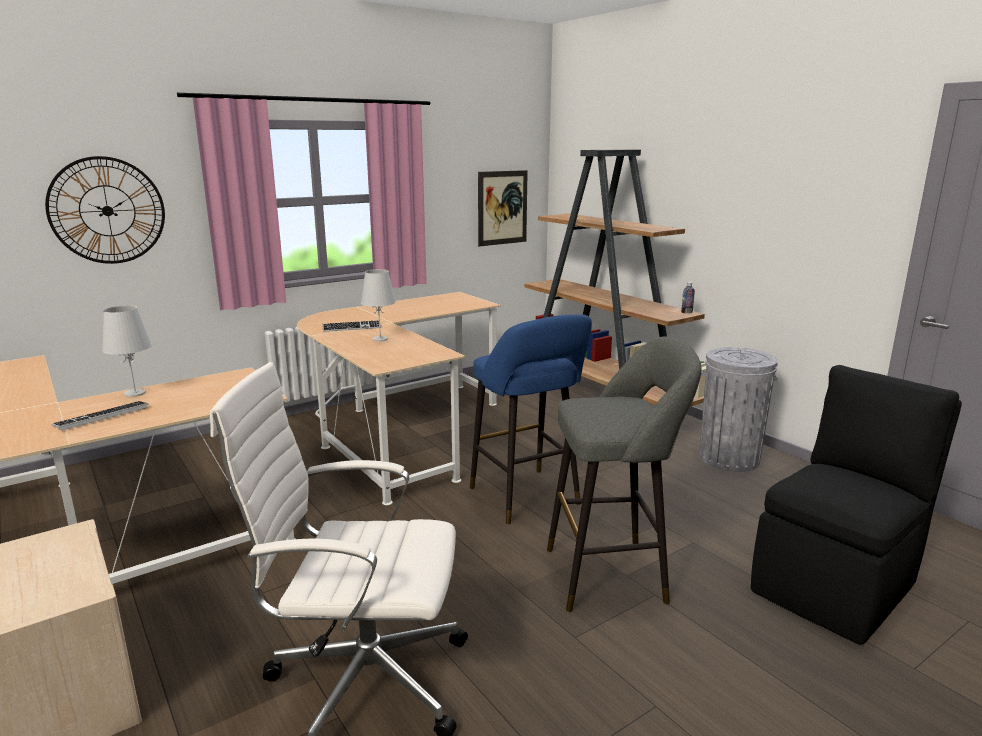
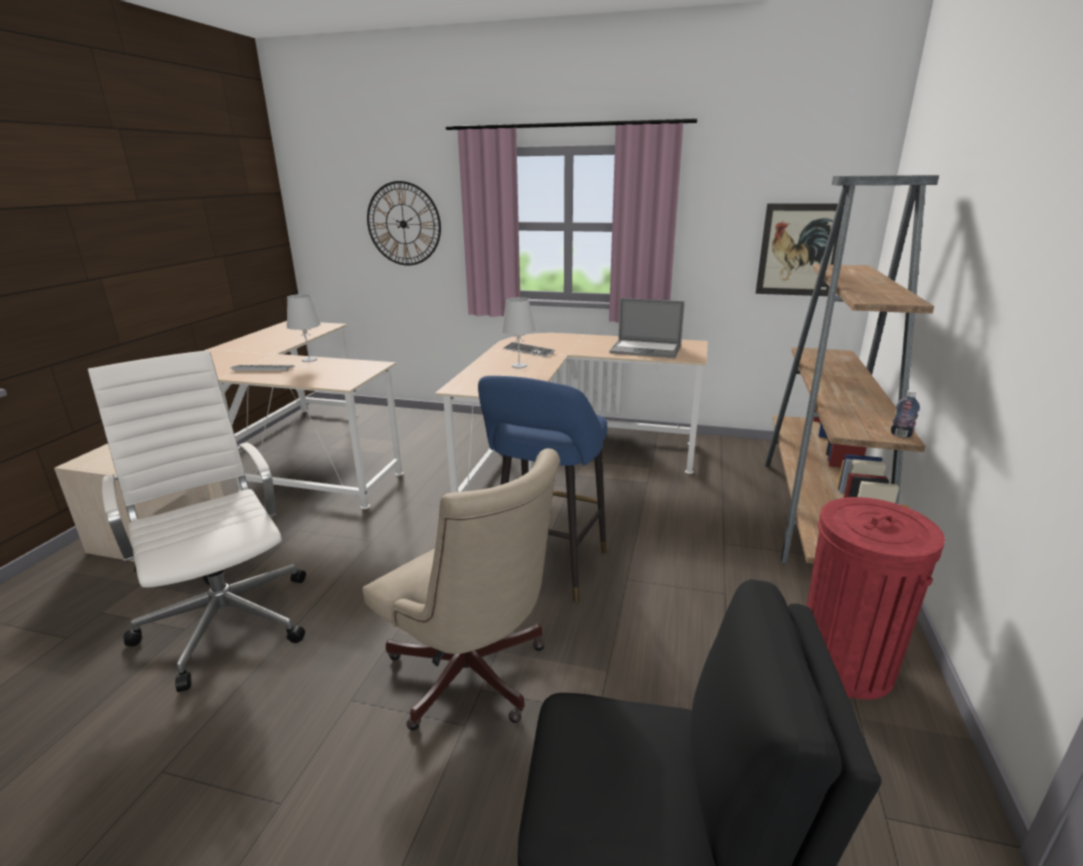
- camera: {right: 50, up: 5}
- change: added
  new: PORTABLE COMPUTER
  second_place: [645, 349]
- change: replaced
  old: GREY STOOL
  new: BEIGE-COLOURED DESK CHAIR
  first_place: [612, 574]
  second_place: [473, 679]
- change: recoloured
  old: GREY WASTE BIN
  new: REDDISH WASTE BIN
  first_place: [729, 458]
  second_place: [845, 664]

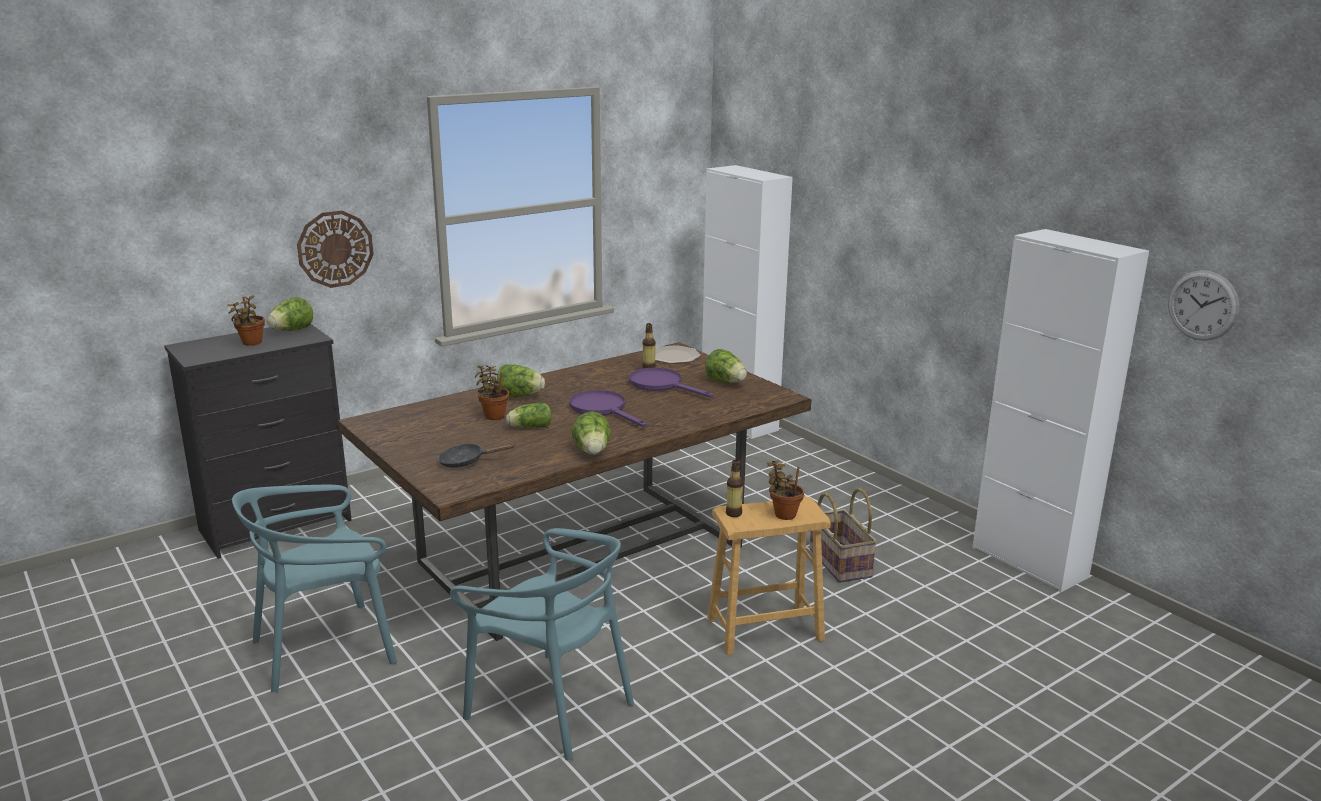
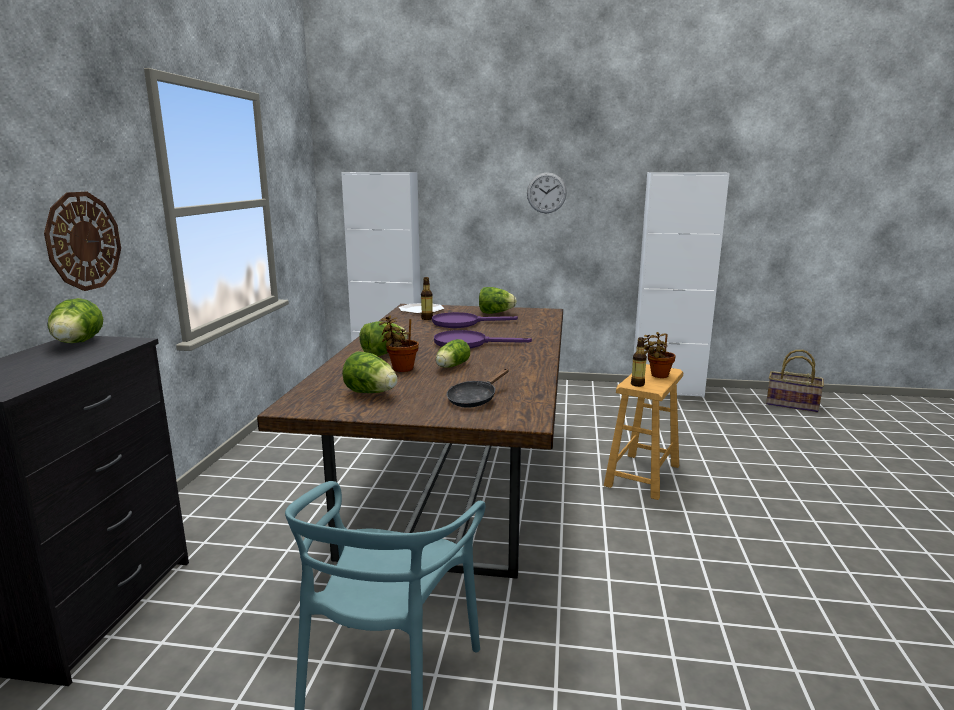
- camera: {right: -45, up: -5}
- change: removed
  old: HOUSEPLANT
  first_place: [251, 343]
- change: removed
  old: TURQUOISE PLAIN CHAIR
  first_place: [551, 707]
- change: moved
  old: HEAD OF LETTUCE
  first_place: [592, 452]
  second_place: [371, 393]
- change: moved
  old: HOUSEHOLD BASKET
  first_place: [838, 563]
  second_place: [791, 404]
- change: moved
  old: WALL CLOCK
  first_place: [1202, 305]
  second_place: [546, 193]

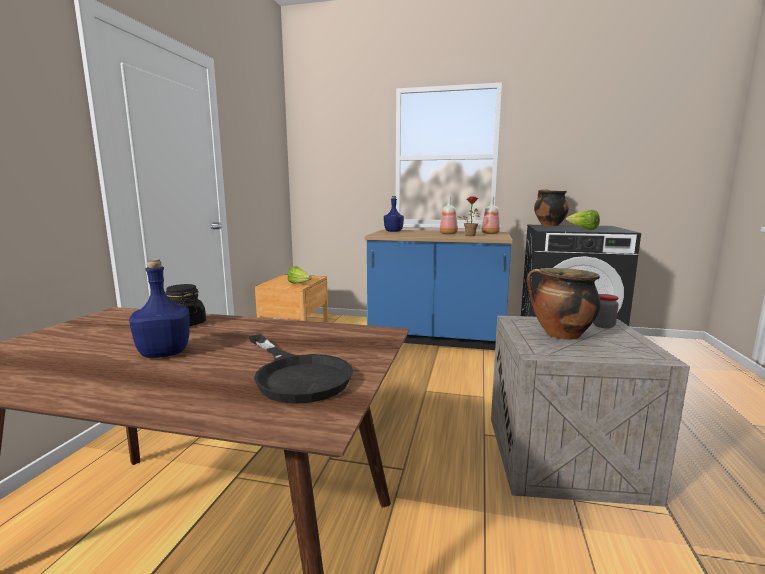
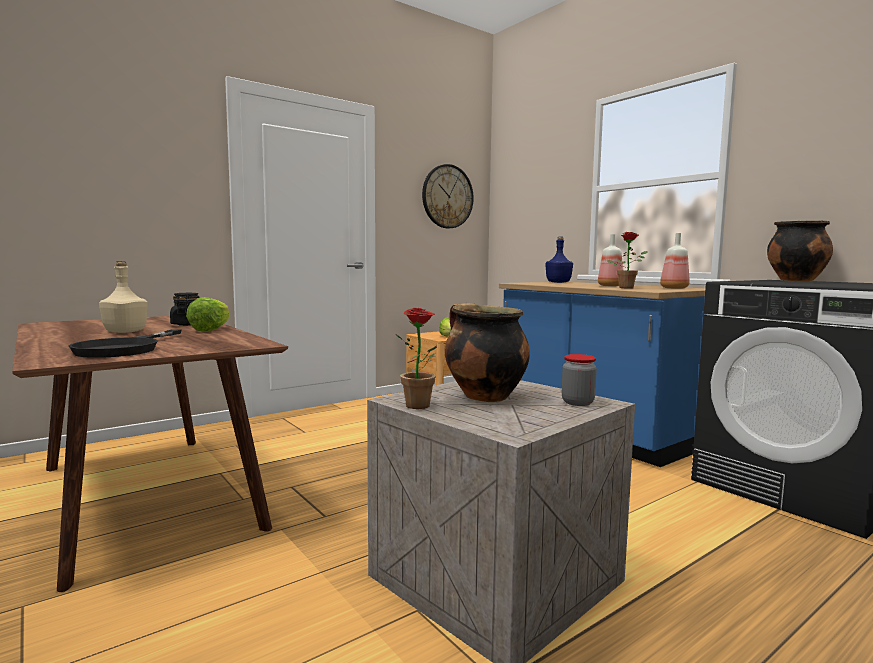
- camera: {right: 40, up: -5}
- change: added
  new: HOUSEPLANT
  second_place: [421, 407]
- change: added
  new: WALL CLOCK
  second_place: [447, 196]
- change: moved
  old: HEAD OF LETTUCE
  first_place: [583, 229]
  second_place: [211, 329]
- change: recoloured
  old: BLUE-COLOURED BEVERAGE BOTTLE
  new: BEIGE-COLOURED BEVERAGE BOTTLE
  first_place: [166, 353]
  second_place: [126, 332]

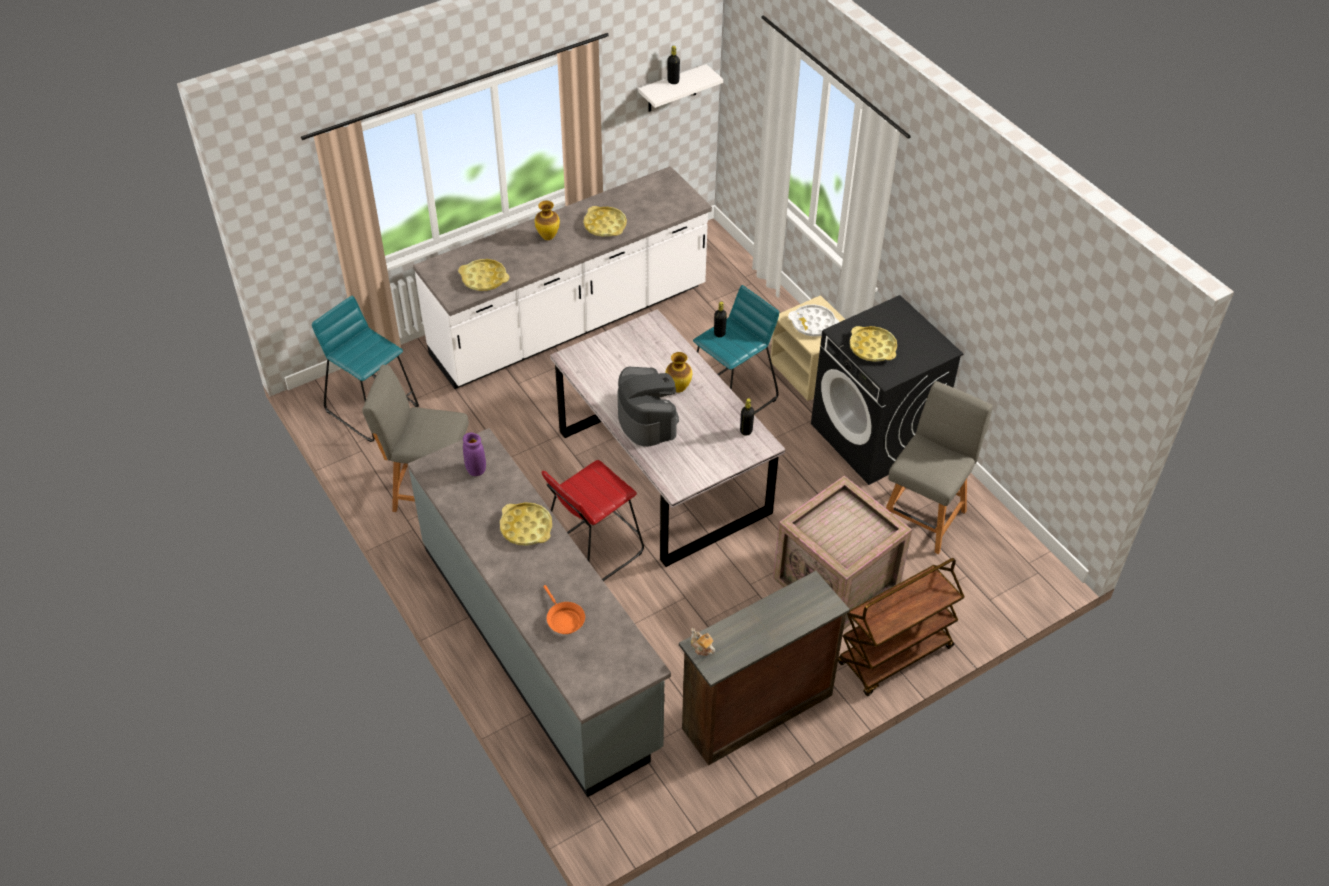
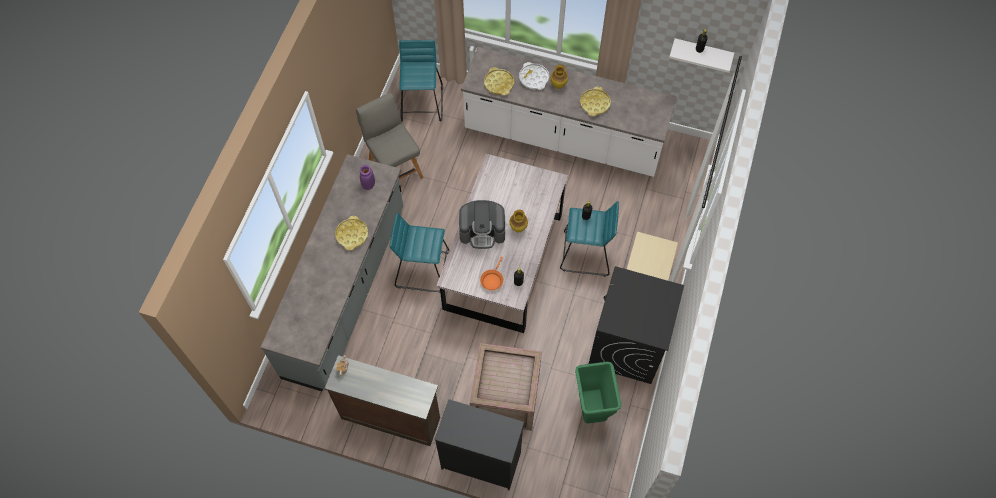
- camera: {right: 50, up: 15}
- change: removed
  old: YELLOW-COLOURED SERVING TRAY
  first_place: [872, 348]
- change: moved
  old: ORANGE-COLOURED FRYING PAN
  first_place: [564, 619]
  second_place: [492, 279]
- change: moved
  old: WHITISH SERVING TRAY
  first_place: [813, 324]
  second_place: [533, 78]
- change: replaced
  old: BROWN-COLOURED WHEELED CART
  new: BLACKISH DRESSER
  first_place: [895, 656]
  second_place: [481, 460]
- change: replaced
  old: GREY PLAIN CHAIR
  new: GREEN WASTE BIN
  first_place: [924, 516]
  second_place: [592, 409]
- change: recoloured
  old: REDDISH STOOL
  new: TURQUOISE STOOL
  first_place: [592, 550]
  second_place: [422, 269]
- change: turned
  old: COFFEE MAKER
  first_place: [647, 419]
  second_place: [482, 231]
  degrees: 60

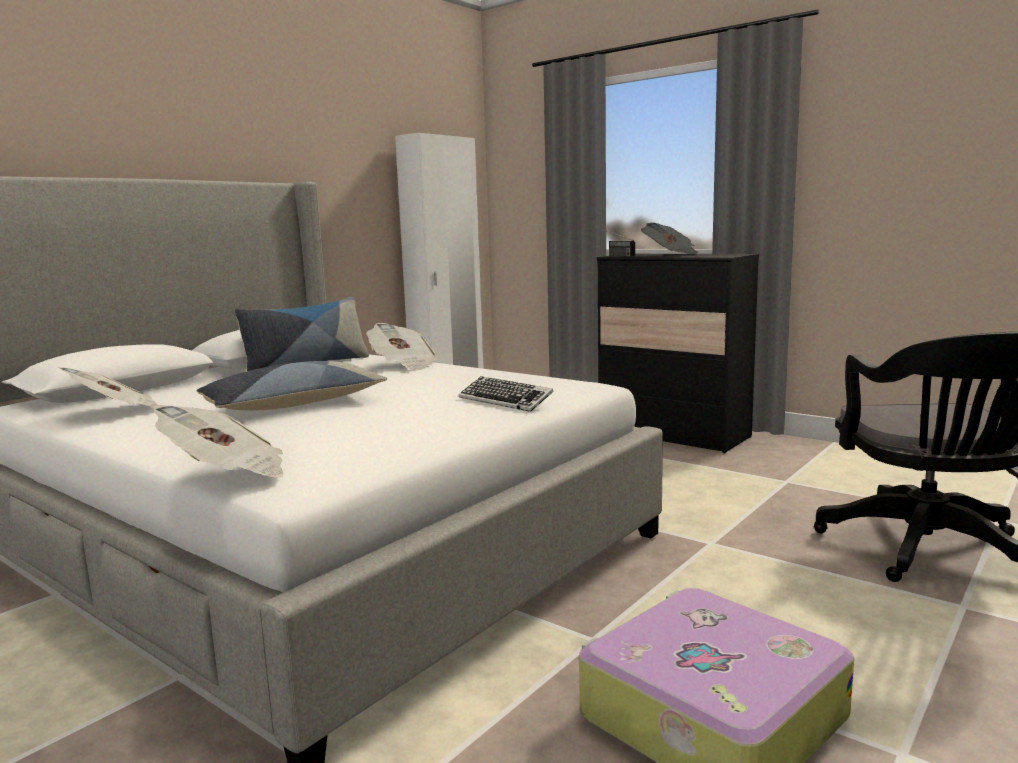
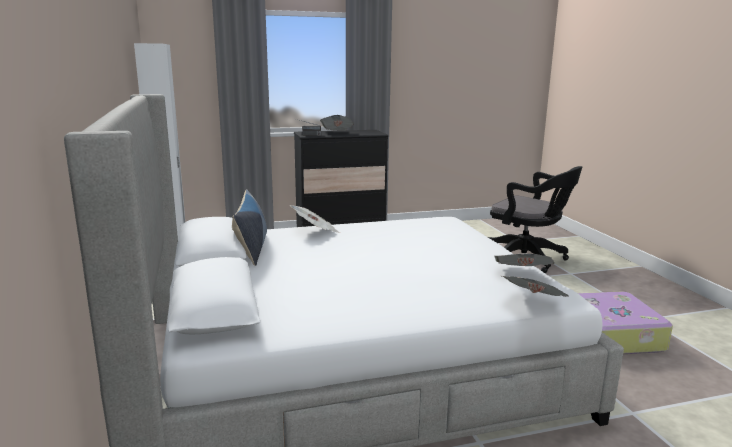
- camera: {right: -55, up: 5}
- change: removed
  old: THROW PILLOW
  first_place: [294, 404]
- change: removed
  old: PC KEYBOARD
  first_place: [505, 401]
- change: moved
  old: PRINTED PAPER
  first_place: [118, 412]
  second_place: [522, 275]

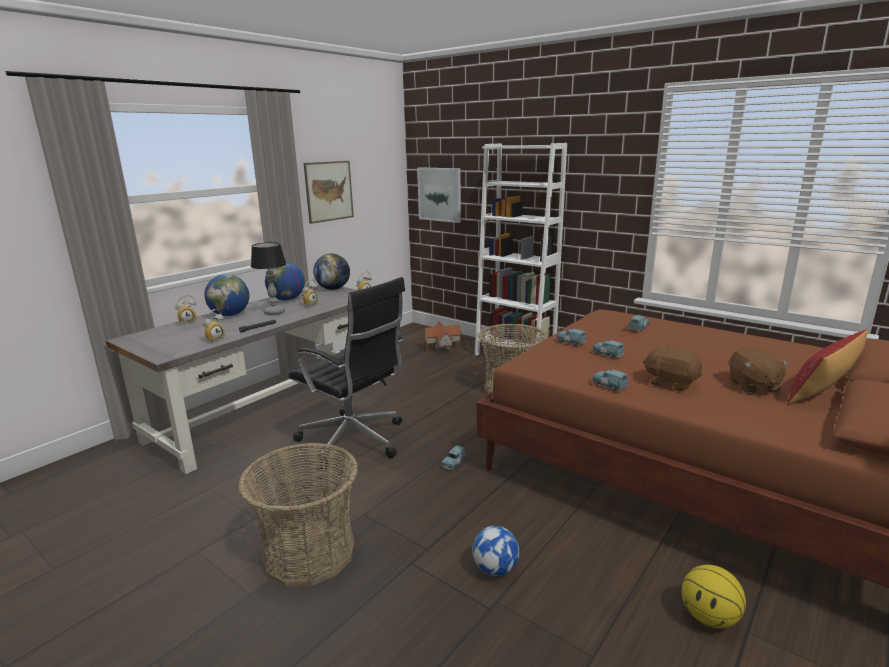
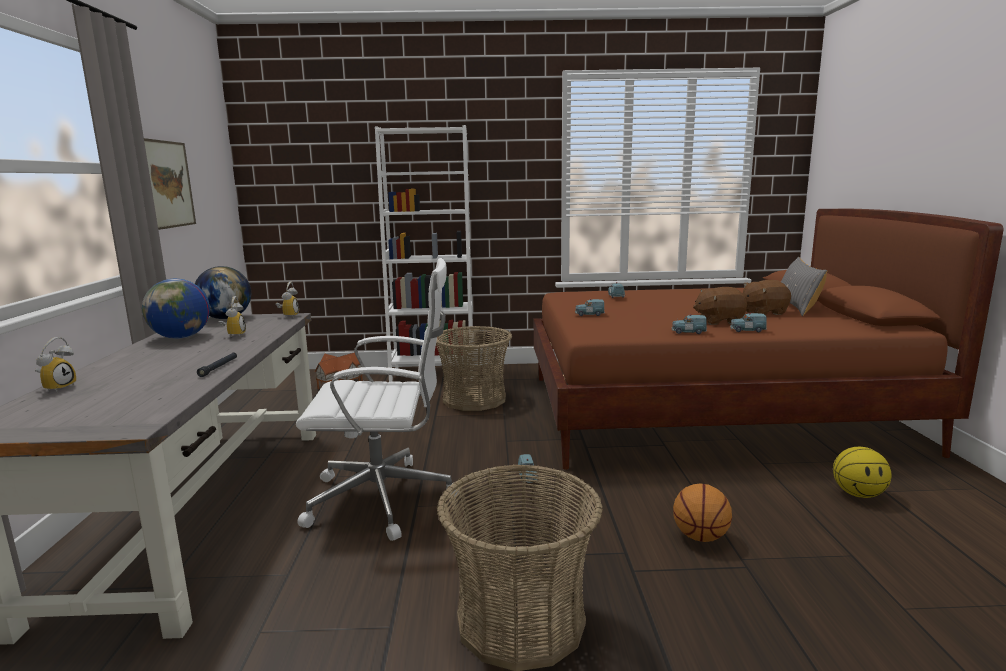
- camera: {right: -40, up: -5}
- change: removed
  old: ALARM CLOCK
  first_place: [214, 339]
- change: removed
  old: DESK GLOBE
  first_place: [230, 315]
- change: removed
  old: TABLE LAMP
  first_place: [275, 312]
- change: removed
  old: PICTURE
  first_place: [440, 194]
- change: moved
  old: BLUE-COLOURED TOY CAR
  first_place: [607, 354]
  second_place: [747, 330]
- change: replaced
  old: BALL FOR FOOTBALL
  new: BASKETBALL BALL
  first_place: [495, 569]
  second_place: [700, 537]
- change: recoloured
  old: BLACKISH DESK CHAIR
  new: WHITISH DESK CHAIR
  first_place: [354, 441]
  second_place: [385, 499]
- change: recoloured
  old: REDDISH THROW PILLOW
  new: GREY THROW PILLOW
  first_place: [822, 389]
  second_place: [797, 306]
- change: turned
  old: BROWN-COLOURED SOFT TOY
  first_place: [752, 386]
  second_place: [763, 312]
  degrees: 120

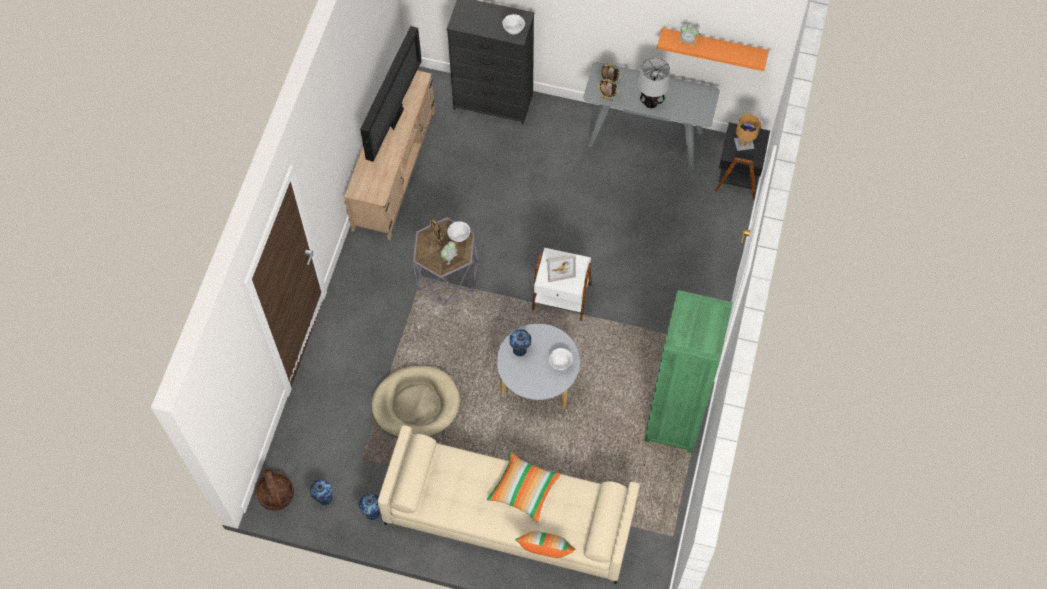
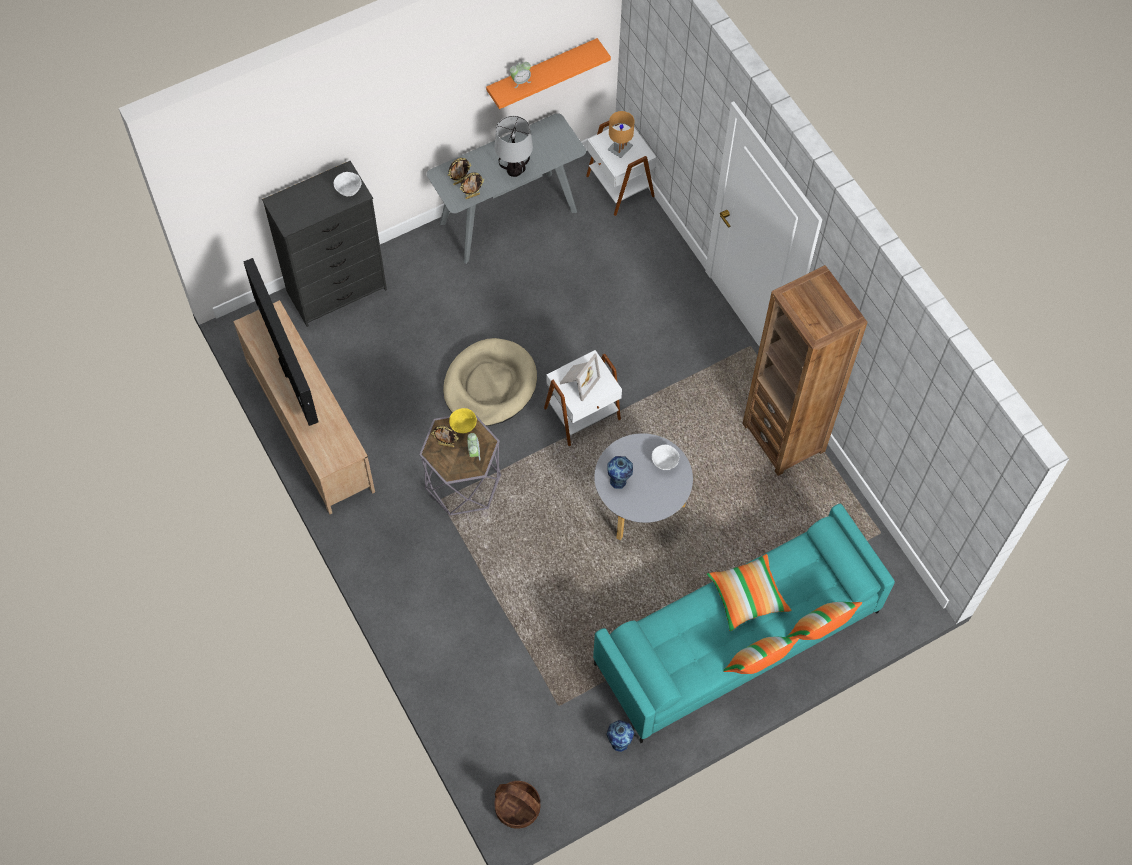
- camera: {right: -45, up: 0}
- change: removed
  old: DECORATIVE VASE
  first_place: [324, 498]
- change: added
  new: THROW PILLOW
  second_place: [756, 665]
- change: moved
  old: BEIGE-COLOURED DOG CUSHION
  first_place: [416, 404]
  second_place: [489, 385]
- change: recoloured
  old: BEIGE-COLOURED SOFA
  new: TURQUOISE SOFA
  first_place: [508, 517]
  second_place: [736, 639]
- change: recoloured
  old: WHITISH DEEP DISH
  new: YELLOW-COLOURED DEEP DISH
  first_place: [459, 236]
  second_place: [463, 427]
- change: recoloured
  old: GREEN BOOKCASE
  new: BROWN-COLOURED BOOKCASE
  first_place: [674, 421]
  second_place: [783, 437]
- change: recoloured
  old: BLACKISH SIDE TABLE
  new: WHITISH SIDE TABLE
  first_place: [737, 175]
  second_place: [619, 187]

